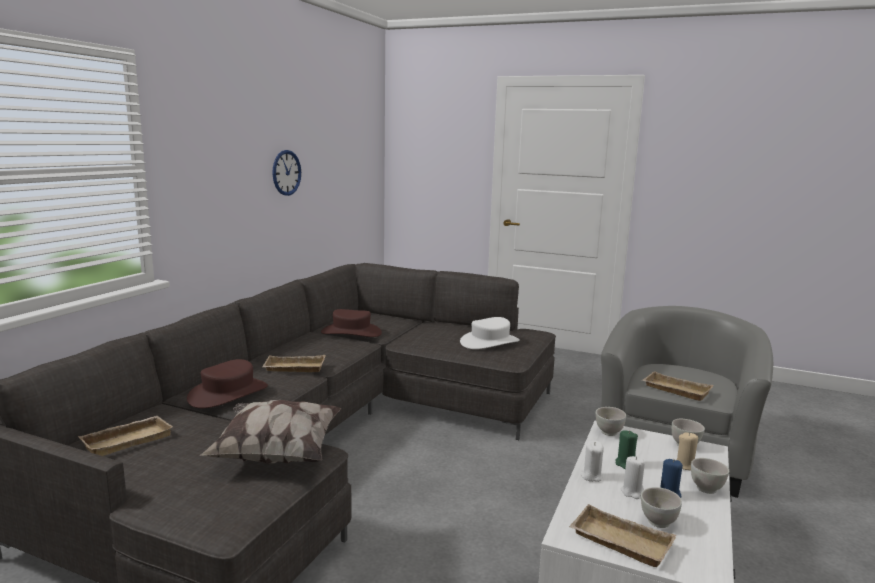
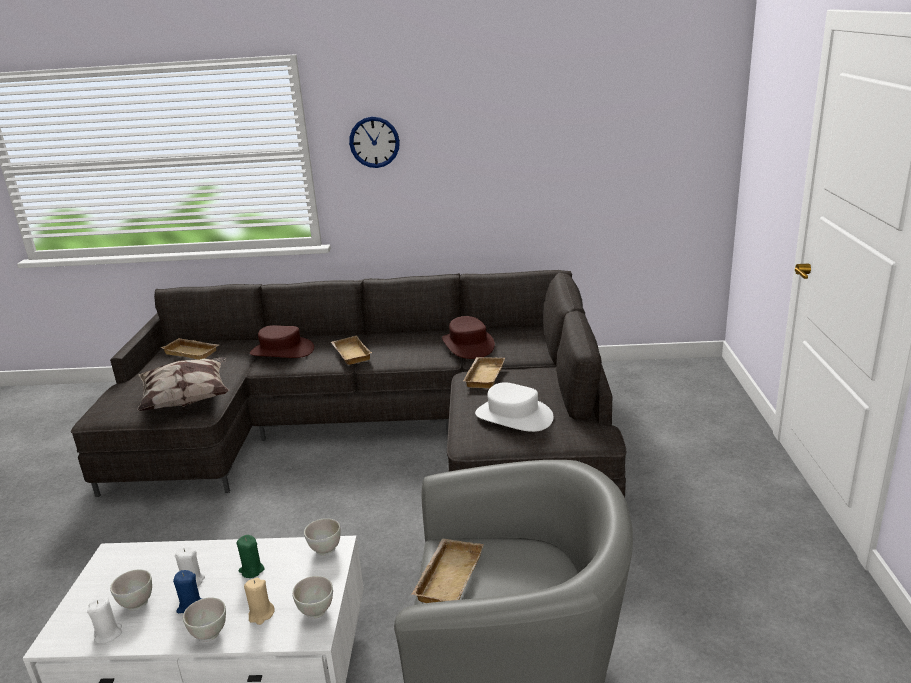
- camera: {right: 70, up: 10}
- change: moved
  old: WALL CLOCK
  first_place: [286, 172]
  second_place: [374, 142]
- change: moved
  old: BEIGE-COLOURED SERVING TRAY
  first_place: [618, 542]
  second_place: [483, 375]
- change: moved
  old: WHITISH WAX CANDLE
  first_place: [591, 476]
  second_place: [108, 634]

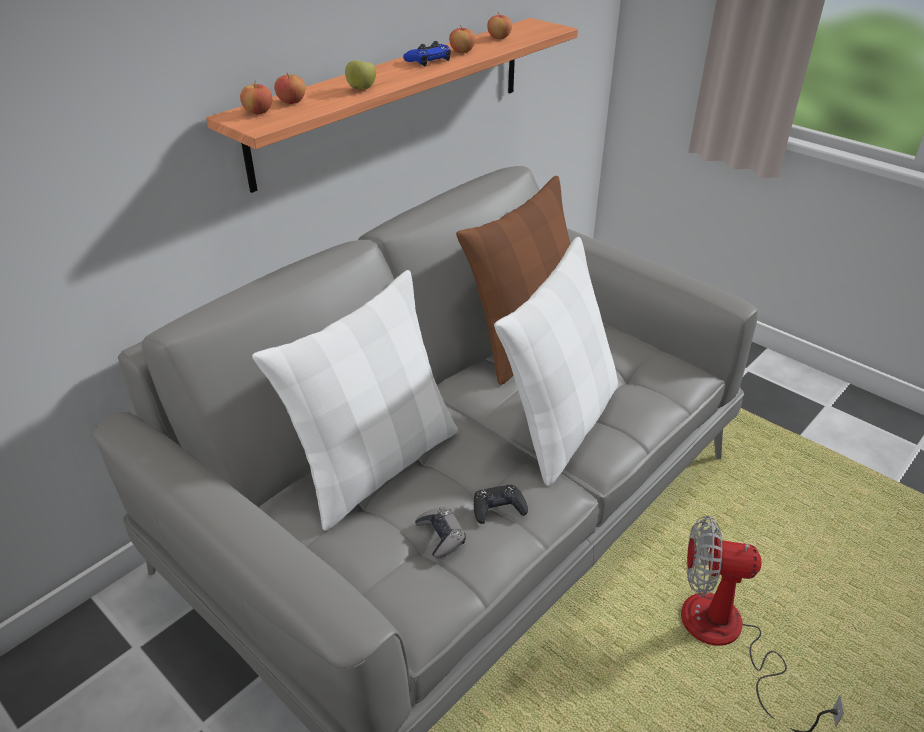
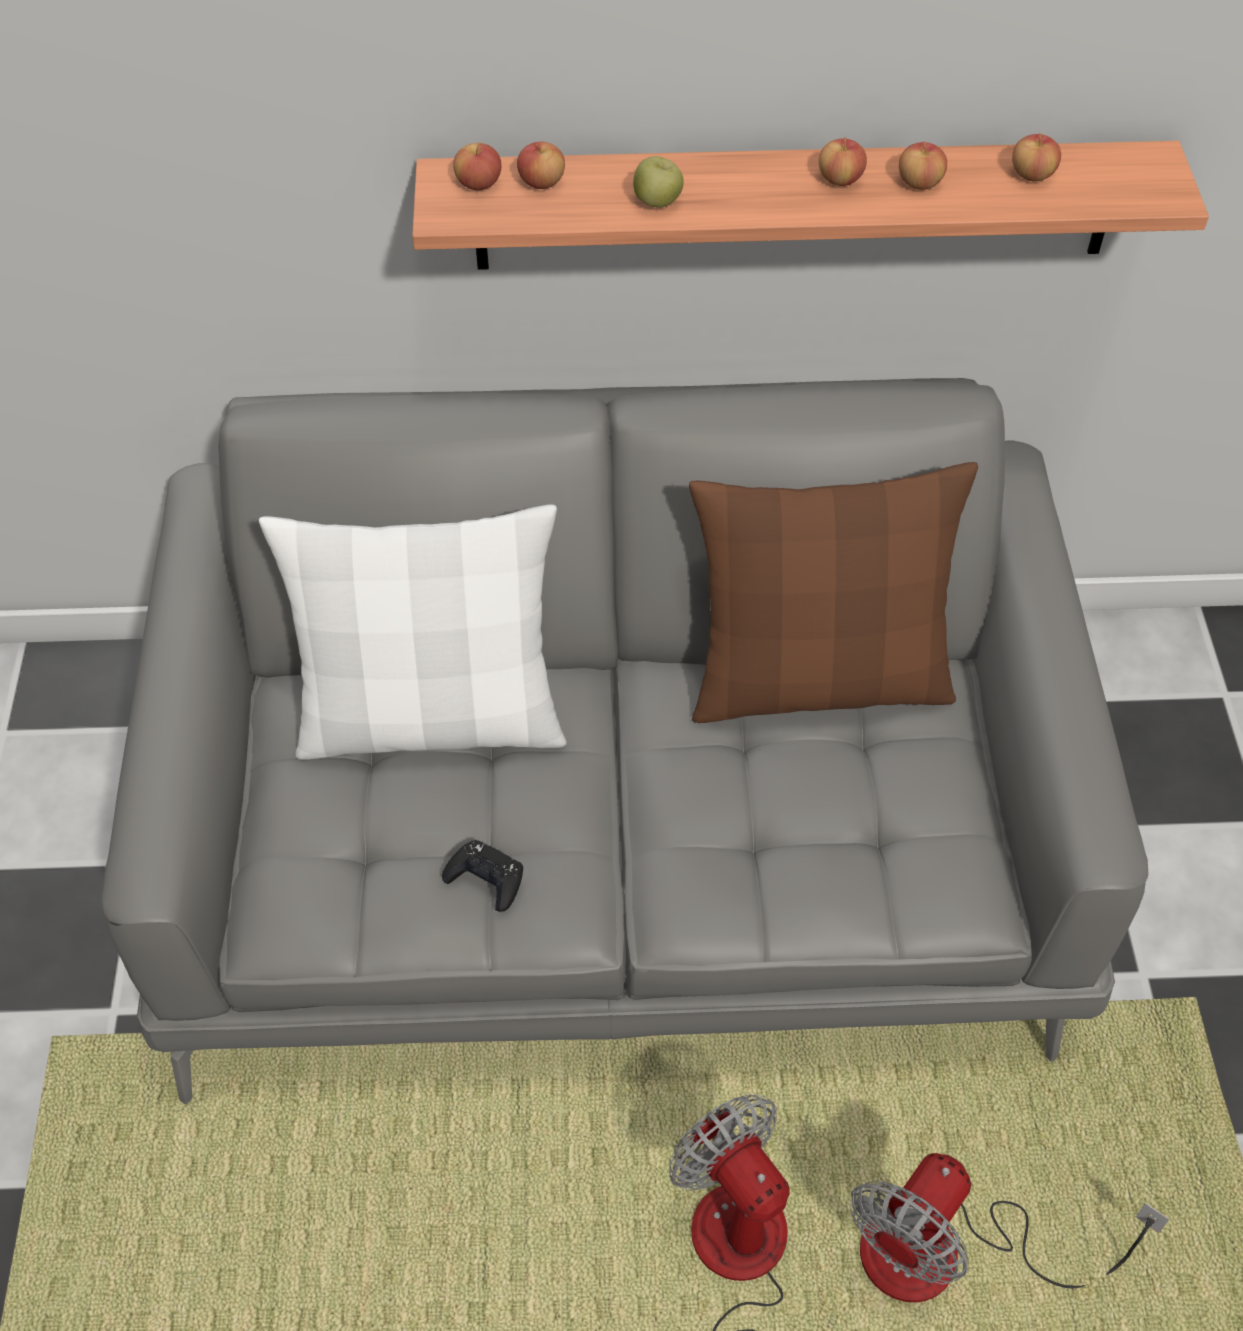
- camera: {right: 45, up: 15}
- change: removed
  old: GREY JOYPAD
  first_place: [441, 535]
- change: removed
  old: WHITISH THROW PILLOW
  first_place: [560, 423]
- change: added
  new: FAN
  second_place: [946, 1254]
- change: replaced
  old: BLUE-COLOURED JOYPAD
  new: APPLE
  first_place: [428, 60]
  second_place: [840, 179]

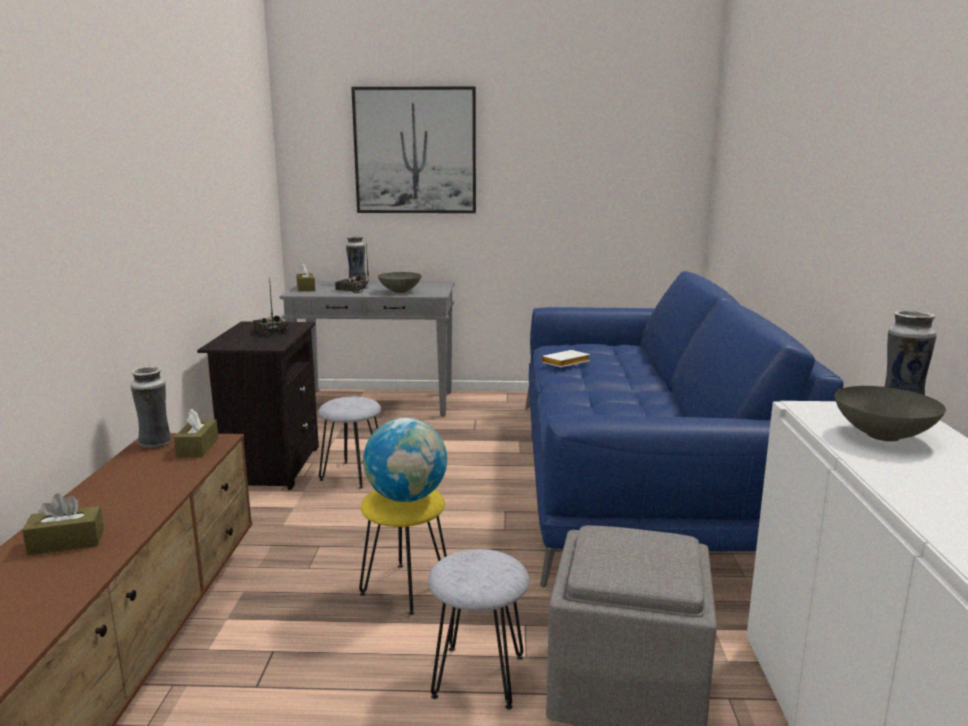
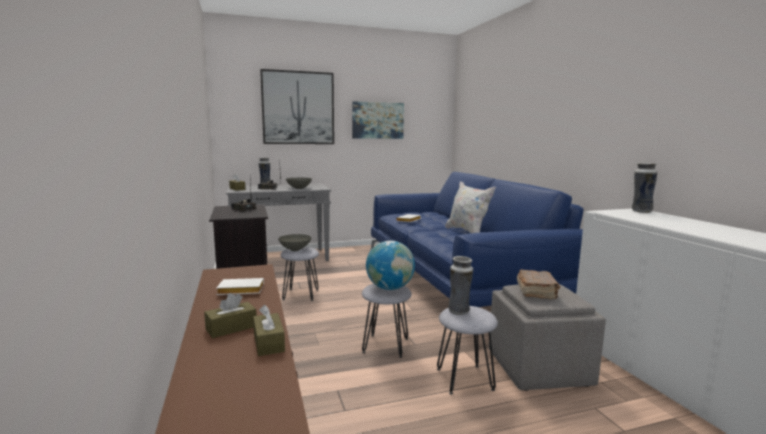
- camera: {right: -20, up: -5}
- change: added
  new: WHITISH VOLUME
  second_place: [239, 291]
- change: added
  new: PICTURE
  second_place: [377, 120]
- change: added
  new: WHITISH THROW PILLOW
  second_place: [467, 232]
- change: added
  new: BROWN-COLOURED VOLUME
  second_place: [536, 292]
- change: moved
  old: DECORATIVE VASE
  first_place: [155, 444]
  second_place: [459, 311]
- change: moved
  old: BROWN-COLOURED BOX OF TISSUES
  first_place: [198, 447]
  second_place: [269, 343]
- change: moved
  old: GREY DEEP DISH
  first_place: [882, 435]
  second_place: [295, 249]
- change: recoloured
  old: YELLOW-COLOURED STOOL
  new: GREY STOOL
  first_place: [406, 588]
  second_place: [386, 345]

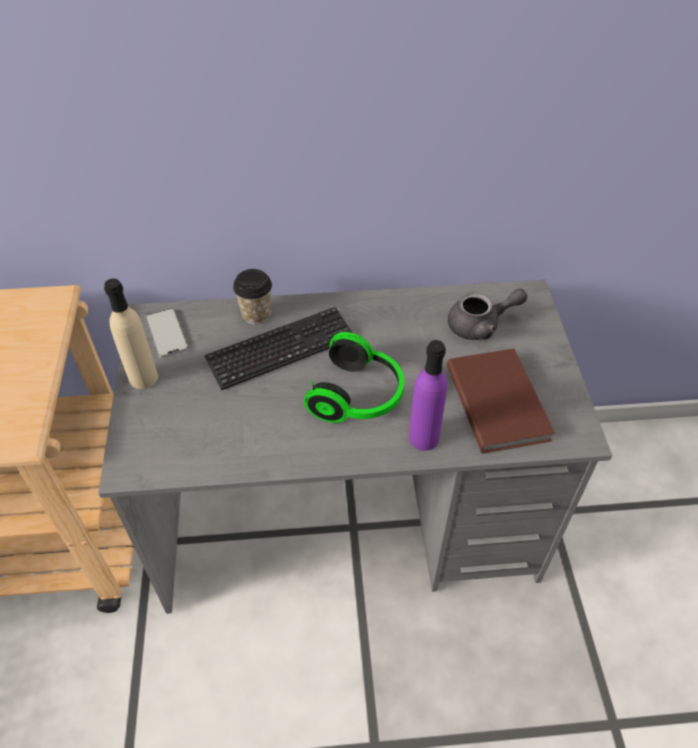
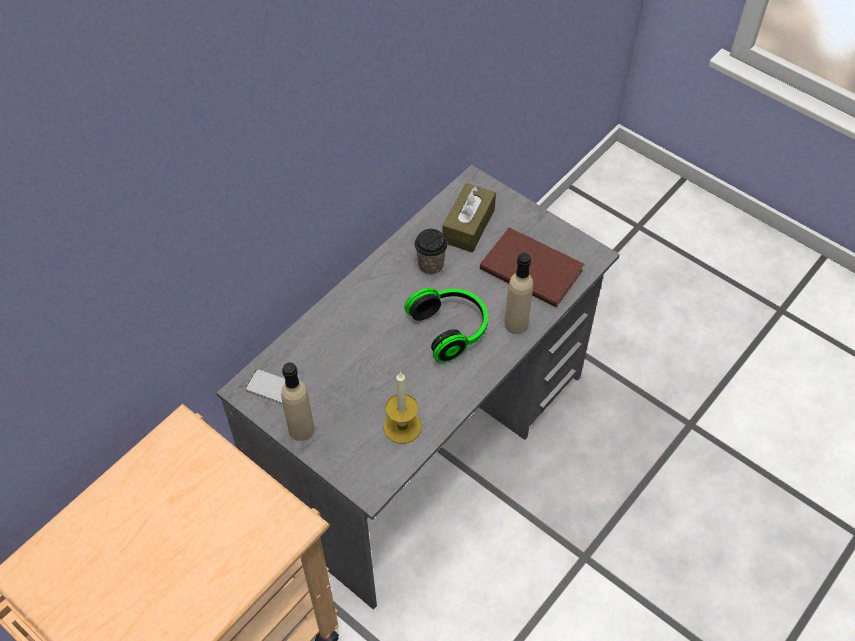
- camera: {right: -45, up: 5}
- change: removed
  old: PC KEYBOARD
  first_place: [281, 349]
- change: added
  new: WAX CANDLE
  second_place: [402, 426]
- change: moved
  old: CUP
  first_place: [256, 314]
  second_place: [430, 265]
- change: replaced
  old: GREY TEA POT
  new: BROWN-COLOURED BOX OF TISSUES
  first_place: [481, 325]
  second_place: [468, 226]
- change: recoloured
  old: PURPLISH BEVERAGE BOTTLE
  new: BEIGE-COLOURED BEVERAGE BOTTLE
  first_place: [423, 438]
  second_place: [516, 324]

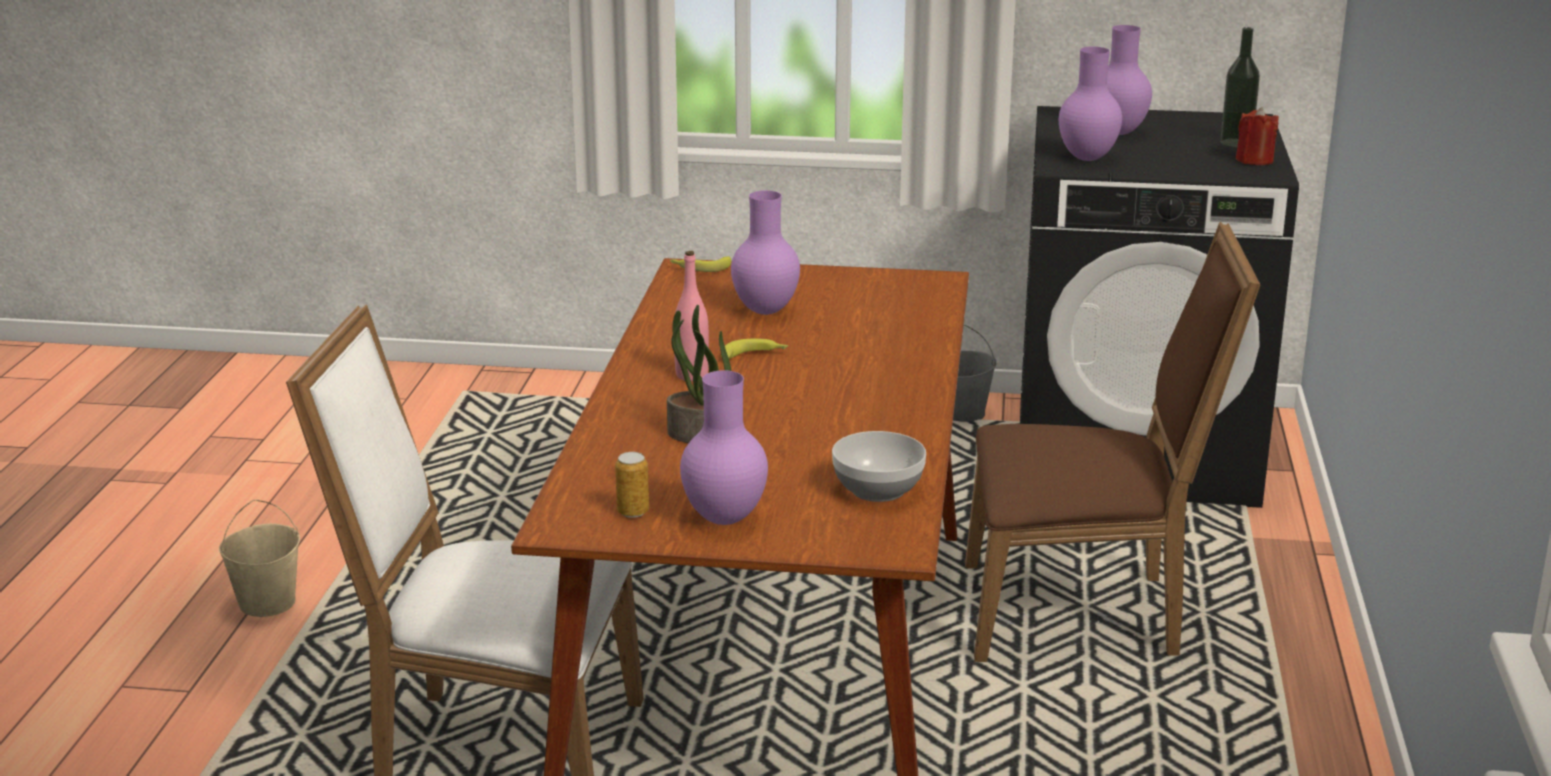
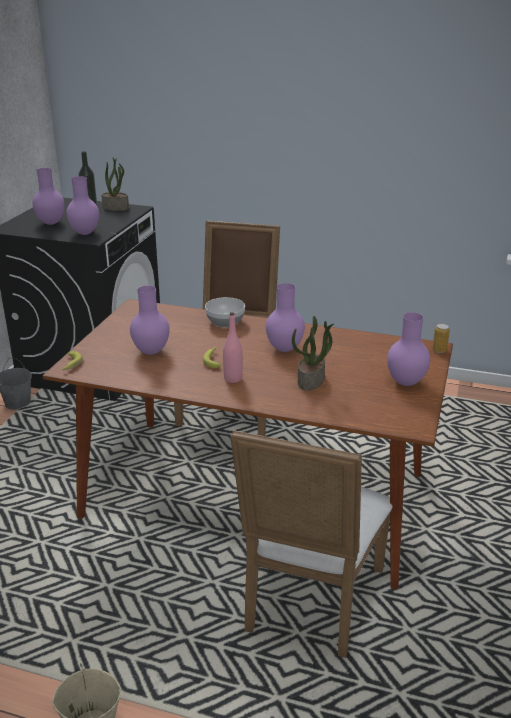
- camera: {right: -80, up: 5}
- change: added
  new: PURPLISH DECORATIVE VASE
  second_place: [285, 349]
- change: moved
  old: METAL CAN
  first_place: [633, 512]
  second_place: [439, 350]
- change: moved
  old: DEEP DISH
  first_place: [876, 490]
  second_place: [225, 322]
- change: replaced
  old: REDDISH WAX CANDLE
  new: HOUSEPLANT
  first_place: [1254, 160]
  second_place: [116, 208]

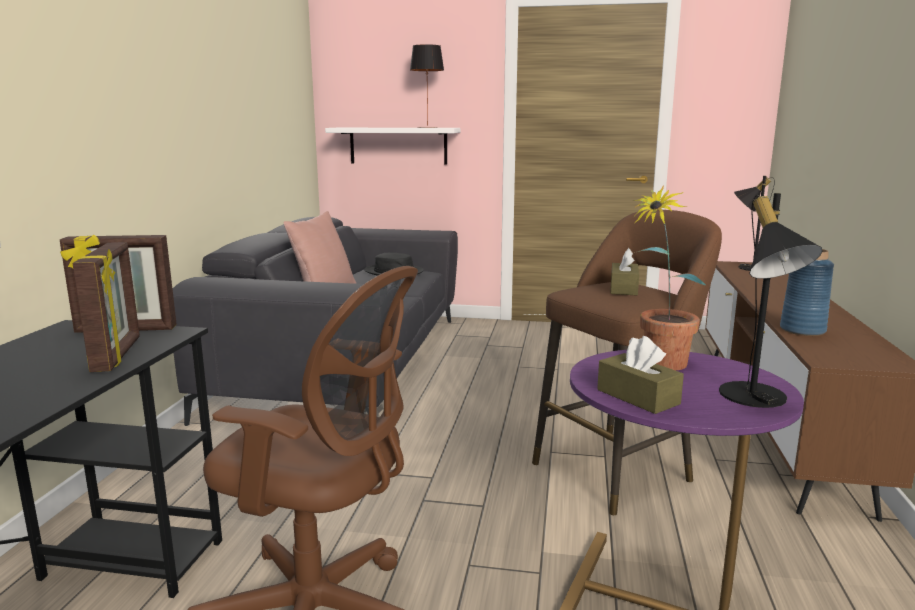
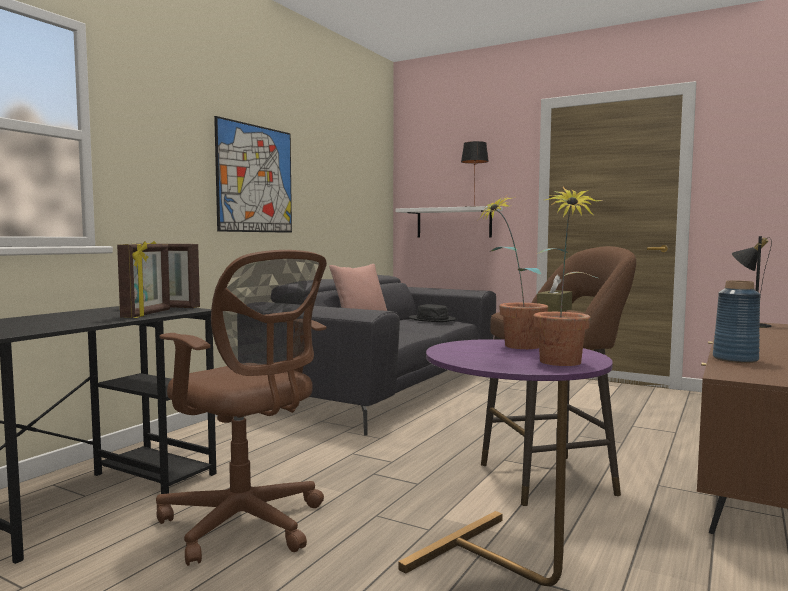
- camera: {right: 20, up: -10}
- change: removed
  old: BROWN-COLOURED BOX OF TISSUES
  first_place: [637, 397]
- change: added
  new: PICTURE
  second_place: [255, 179]
- change: replaced
  old: BLACKISH TABLE LAMP
  new: HOUSEPLANT
  first_place: [756, 400]
  second_place: [561, 364]

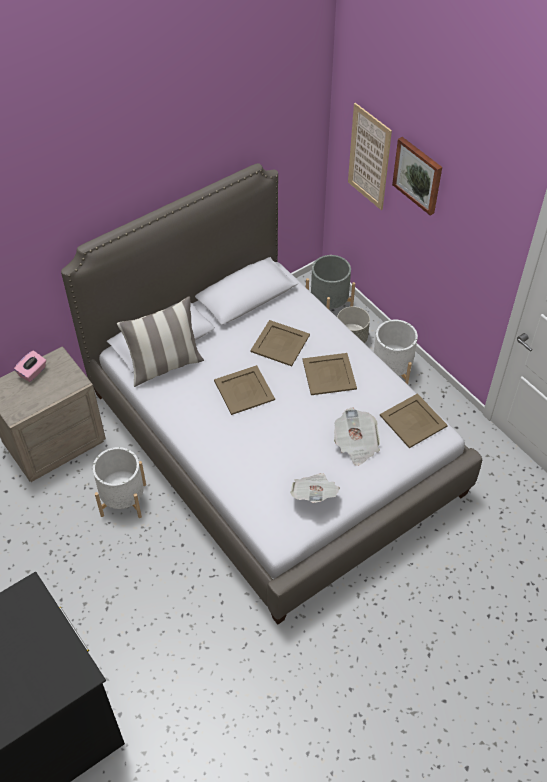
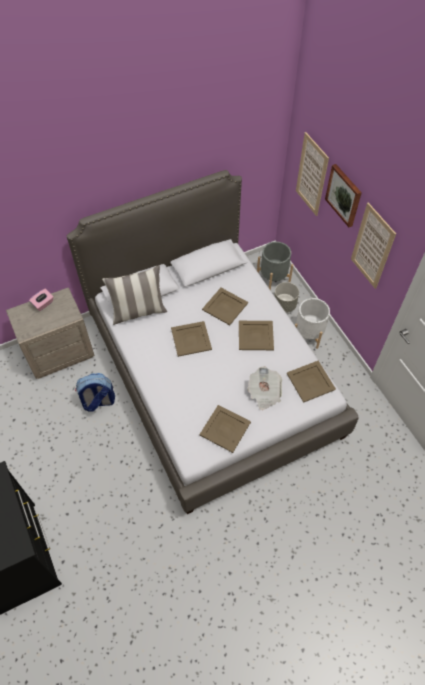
- camera: {right: 10, up: 5}
- change: added
  new: PICTURE
  second_place: [372, 247]
- change: replaced
  old: WHITISH PLANT POT
  new: BACKPACK
  first_place: [123, 499]
  second_place: [98, 402]
- change: replaced
  old: PRINTED PAPER
  new: BEIGE-COLOURED SERVING TRAY
  first_place: [314, 494]
  second_place: [225, 428]

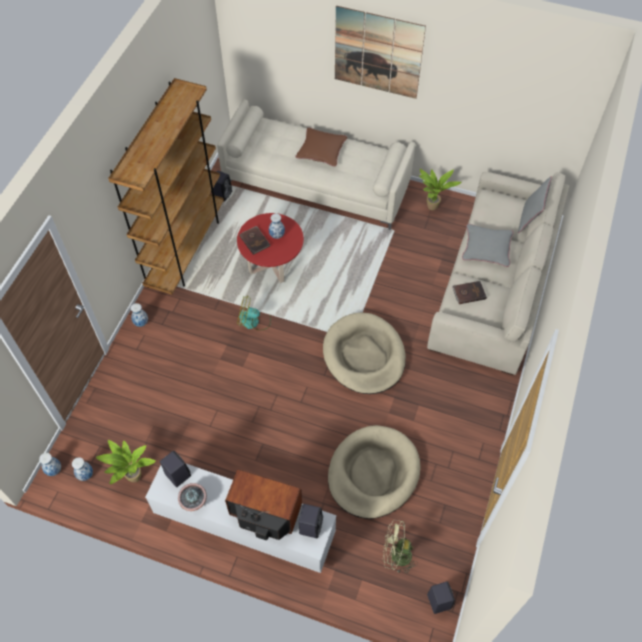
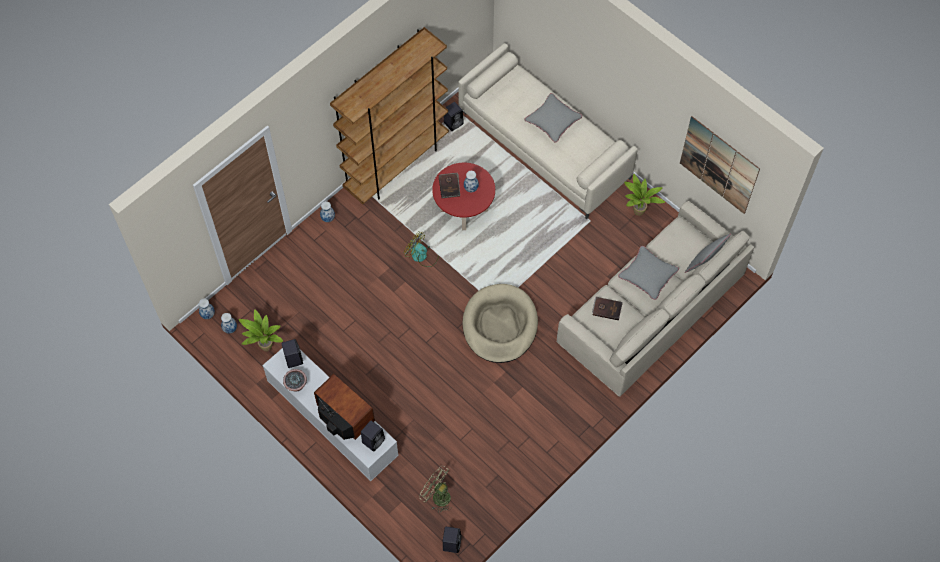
- camera: {right: 25, up: 5}
- change: removed
  old: BEIGE-COLOURED DOG CUSHION
  first_place: [373, 473]
- change: moved
  old: PICTURE
  first_place: [378, 53]
  second_place: [719, 165]
- change: recoloured
  old: BROWN-COLOURED THROW PILLOW
  new: GREY THROW PILLOW
  first_place: [321, 150]
  second_place: [553, 120]

